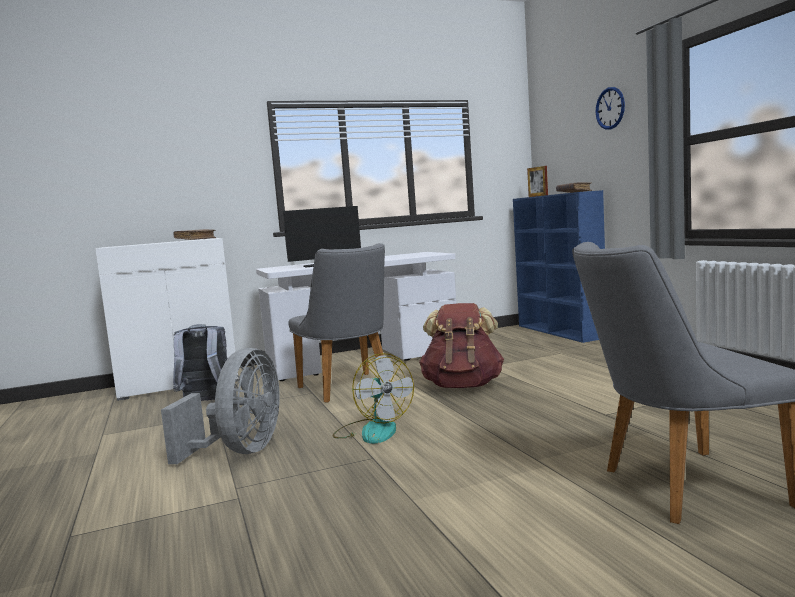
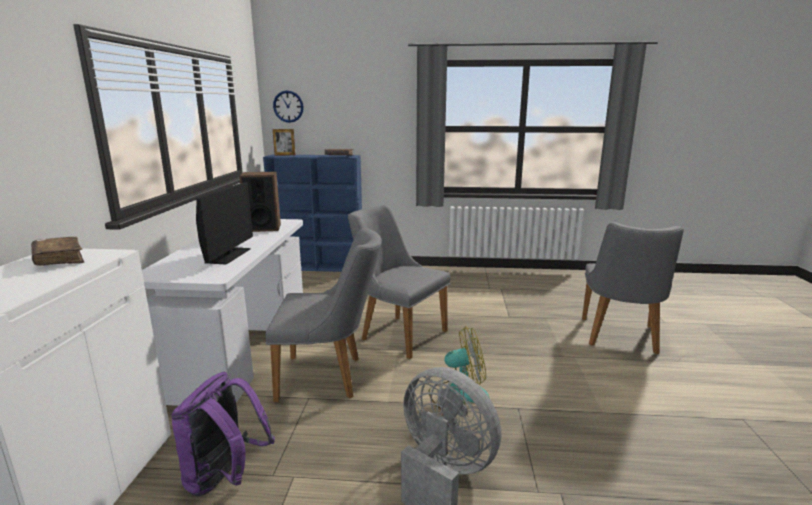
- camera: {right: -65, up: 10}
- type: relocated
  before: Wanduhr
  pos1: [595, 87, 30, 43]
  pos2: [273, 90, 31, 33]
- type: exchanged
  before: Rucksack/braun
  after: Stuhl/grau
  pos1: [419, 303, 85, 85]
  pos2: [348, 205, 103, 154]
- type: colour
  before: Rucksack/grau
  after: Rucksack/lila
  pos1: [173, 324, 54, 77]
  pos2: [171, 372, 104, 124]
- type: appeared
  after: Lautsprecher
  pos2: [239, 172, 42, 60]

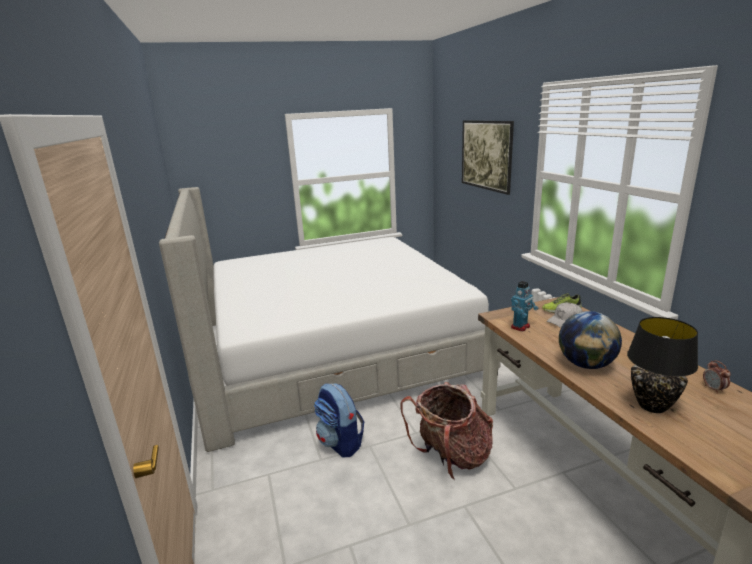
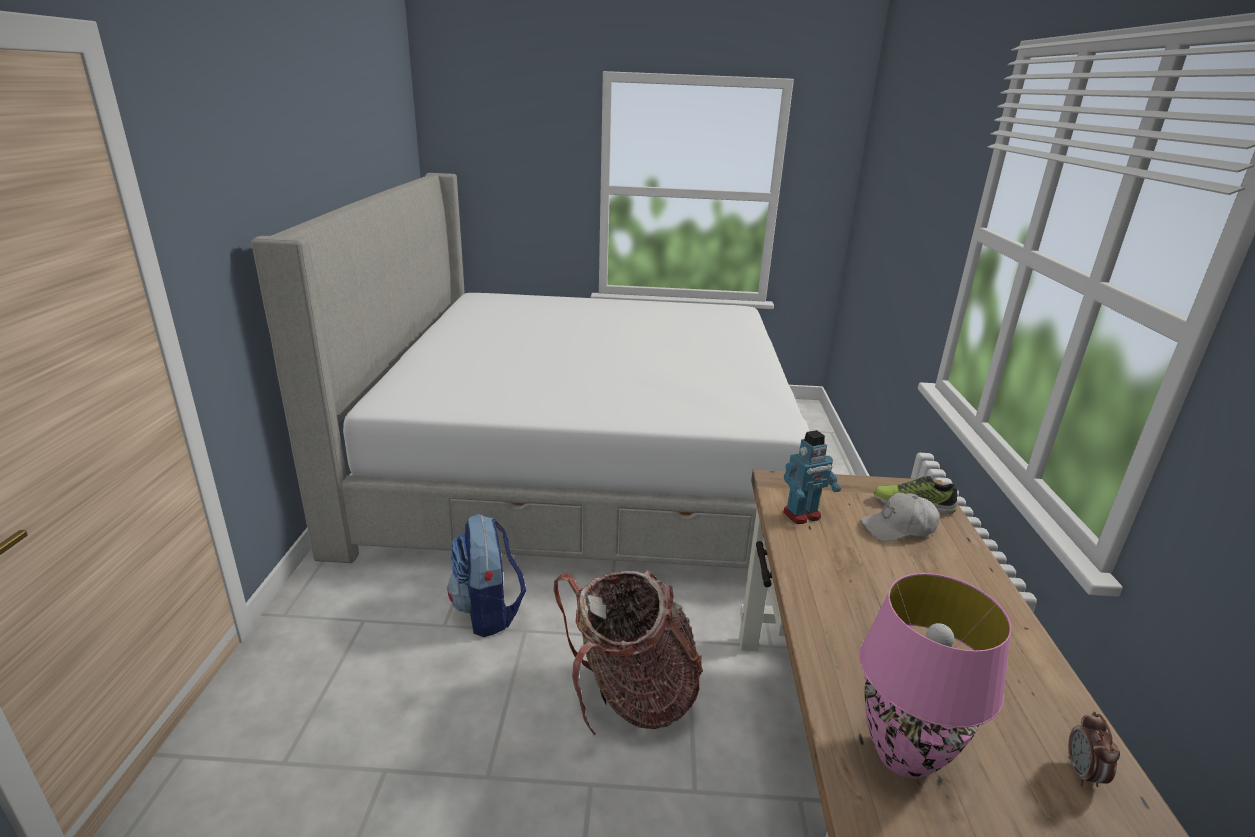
- camera: {right: 20, up: 5}
- type: missing
  before: Bild
  pos1: [462, 120, 52, 75]
- type: missing
  before: Globus
  pos1: [559, 311, 63, 58]
- type: colour
  before: Tischlampe/schwarz
  after: Tischlampe/rosa
  pos1: [627, 317, 71, 96]
  pos2: [859, 573, 153, 206]

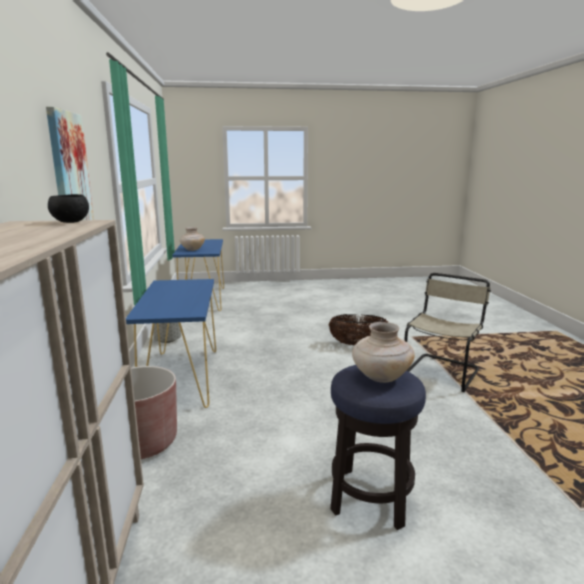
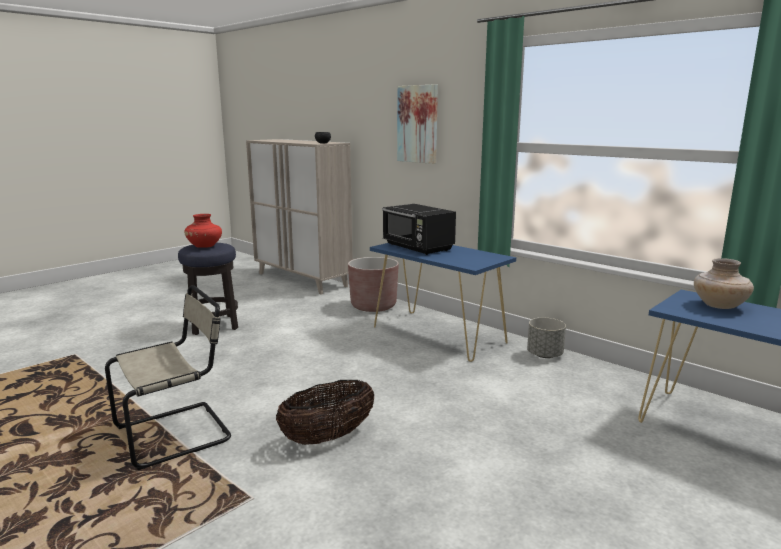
- camera: {right: 140, up: 0}
- type: spun
  before: Stuhl/beige
  pos1: [404, 273, 87, 119]
  pos2: [105, 285, 126, 185]
  turn: -120
- type: colour
  before: Vase/beige
  after: Vase/rot
  pos1: [352, 322, 63, 61]
  pos2: [184, 214, 38, 34]
- type: appeared
  after: Mikrowelle/schwarz
  pos2: [382, 204, 74, 51]

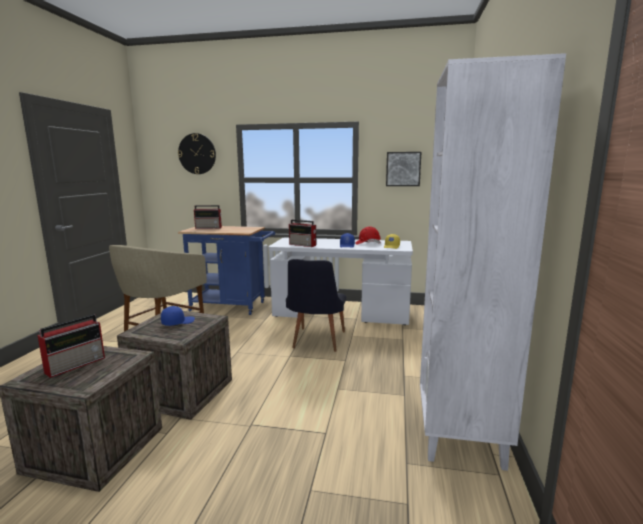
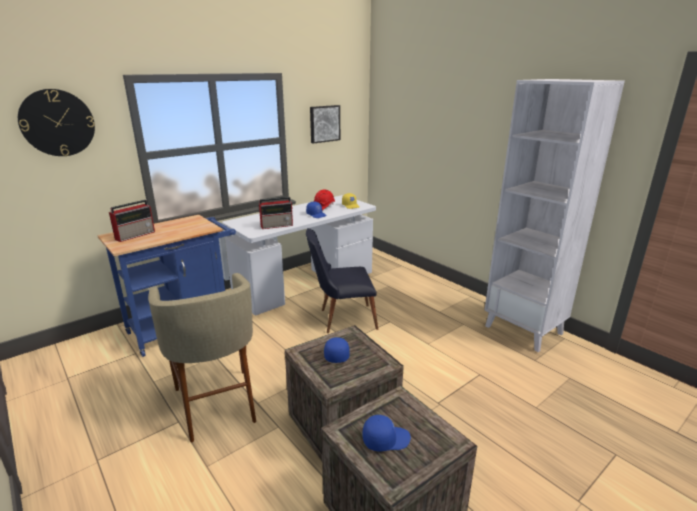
- camera: {right: -50, up: 10}
- type: spun
  before: Stuhl/schwarz
  pos1: [286, 259, 61, 93]
  pos2: [306, 228, 72, 105]
  turn: 120
- type: exchanged
  before: Radio
  after: Kappe/blau
  pos1: [37, 314, 68, 64]
  pos2: [362, 415, 49, 37]

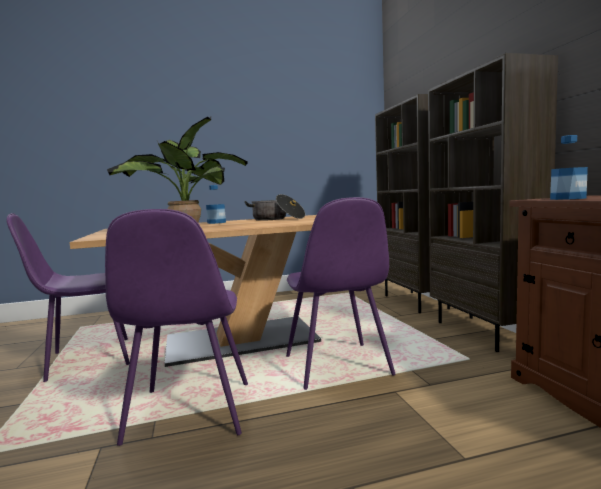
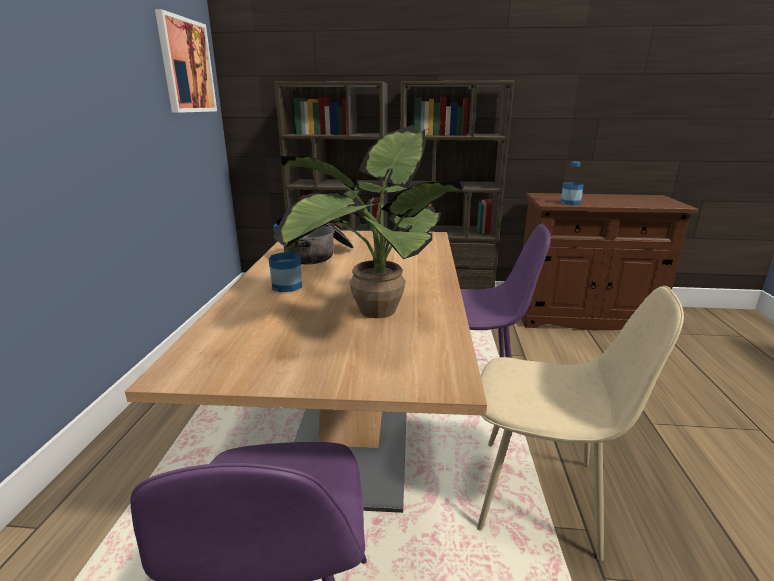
- camera: {right: -70, up: 15}
- type: colour
  before: Stuhl/lila
  after: Stuhl/beige
  pos1: [105, 209, 143, 237]
  pos2: [477, 286, 207, 275]
- type: appeared
  after: Bild
  pos2: [155, 9, 62, 104]

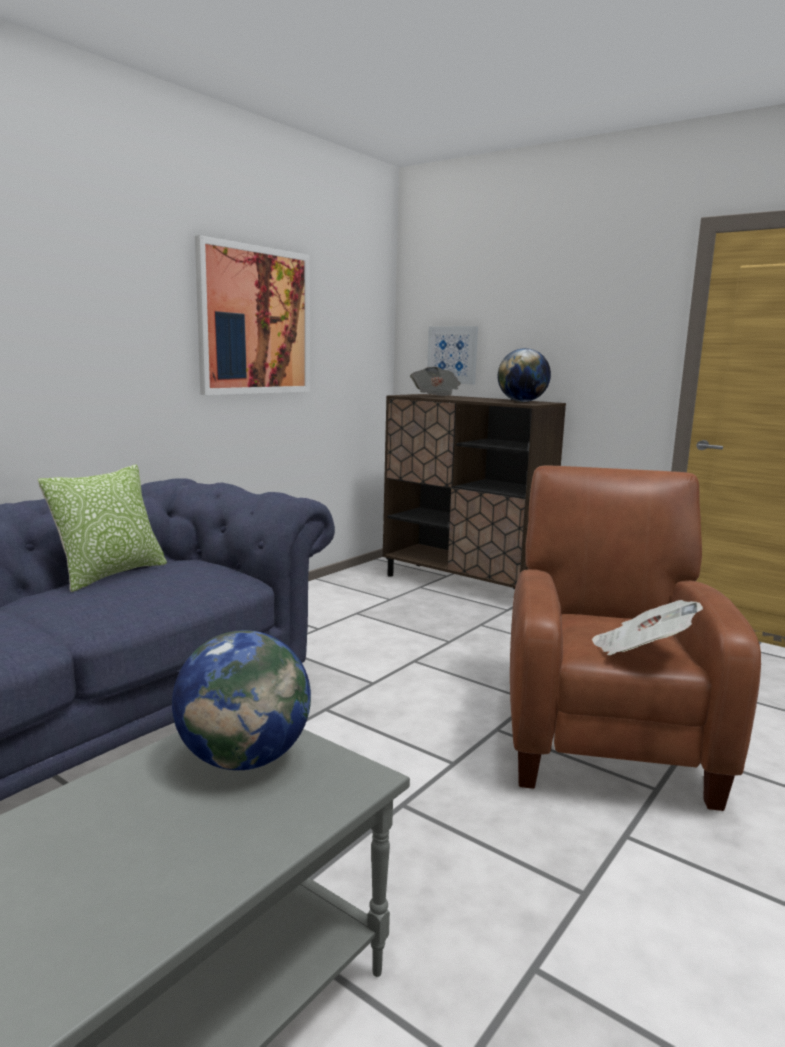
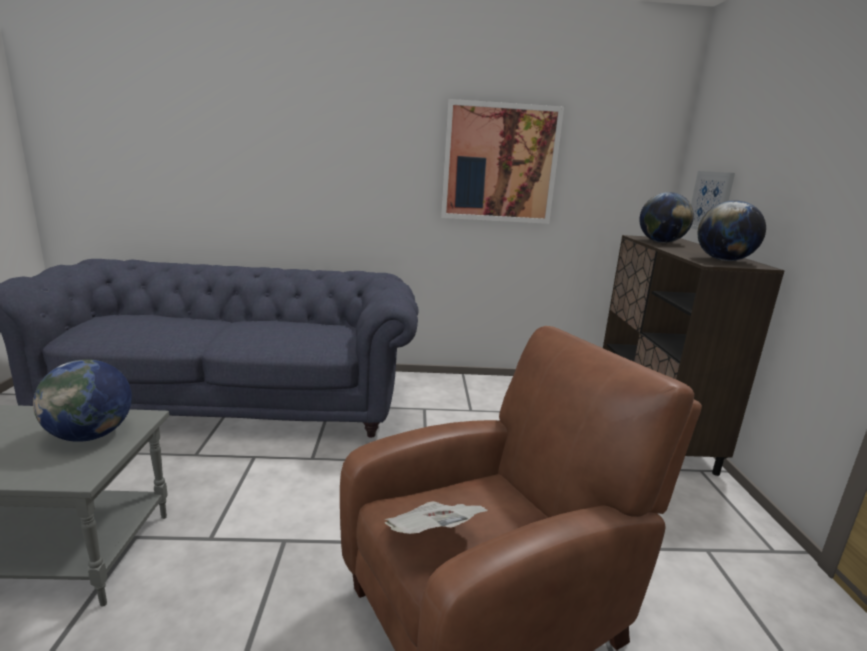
- camera: {right: 50, up: 5}
- type: exchanged
  before: Zeitung
  after: Globus
  pos1: [410, 367, 51, 29]
  pos2: [639, 192, 55, 51]
- type: missing
  before: Kissen
  pos1: [38, 464, 129, 128]

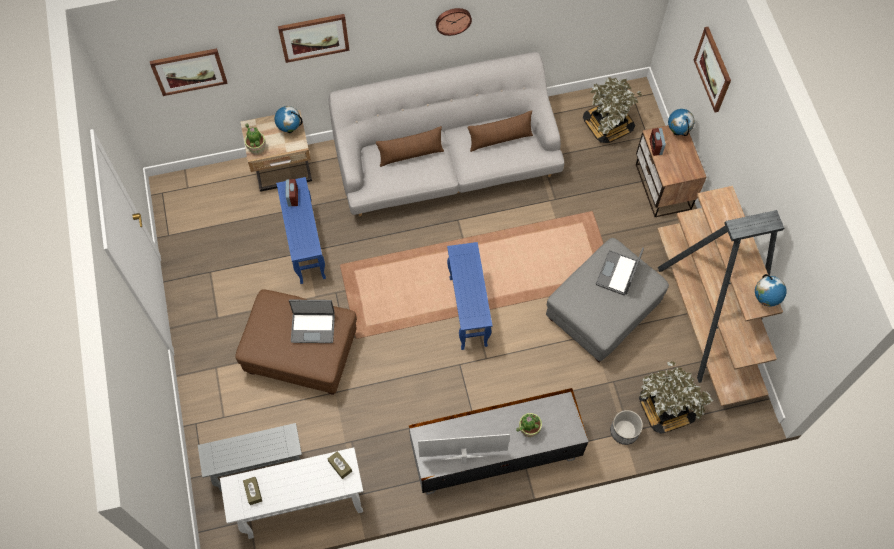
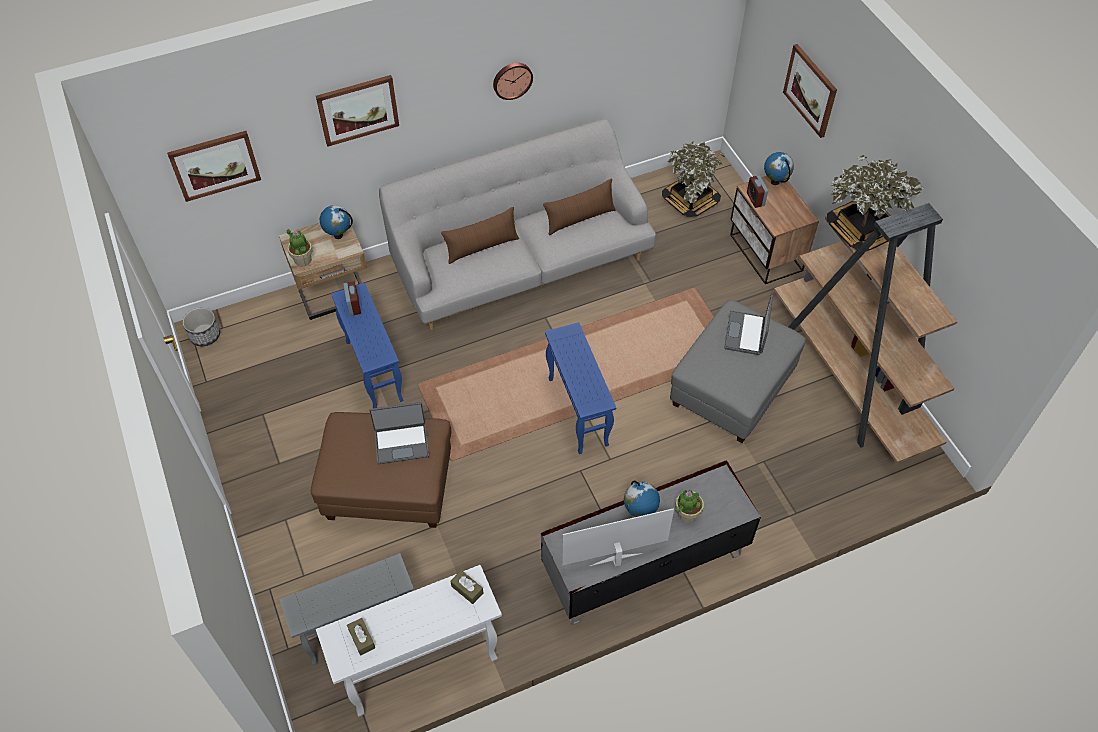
- camera: {right: -10, up: -10}
- type: relocated
  before: Globus
  pos1: [755, 274, 31, 32]
  pos2: [624, 480, 36, 37]
- type: relocated
  before: Topfpflanze
  pos1: [639, 361, 74, 73]
  pos2: [827, 155, 97, 96]
- type: relocated
  before: Pflanzkübel
  pos1: [610, 410, 33, 35]
  pos2: [182, 308, 38, 38]

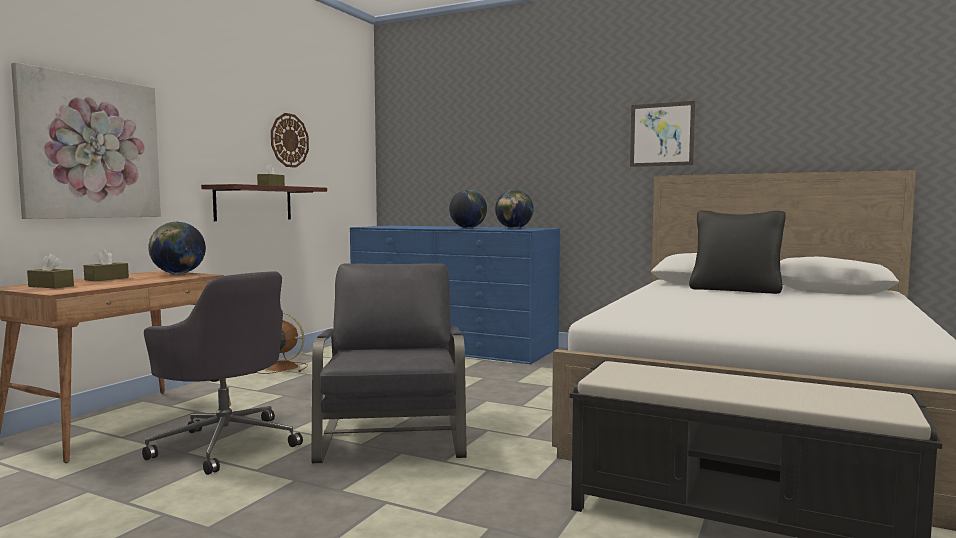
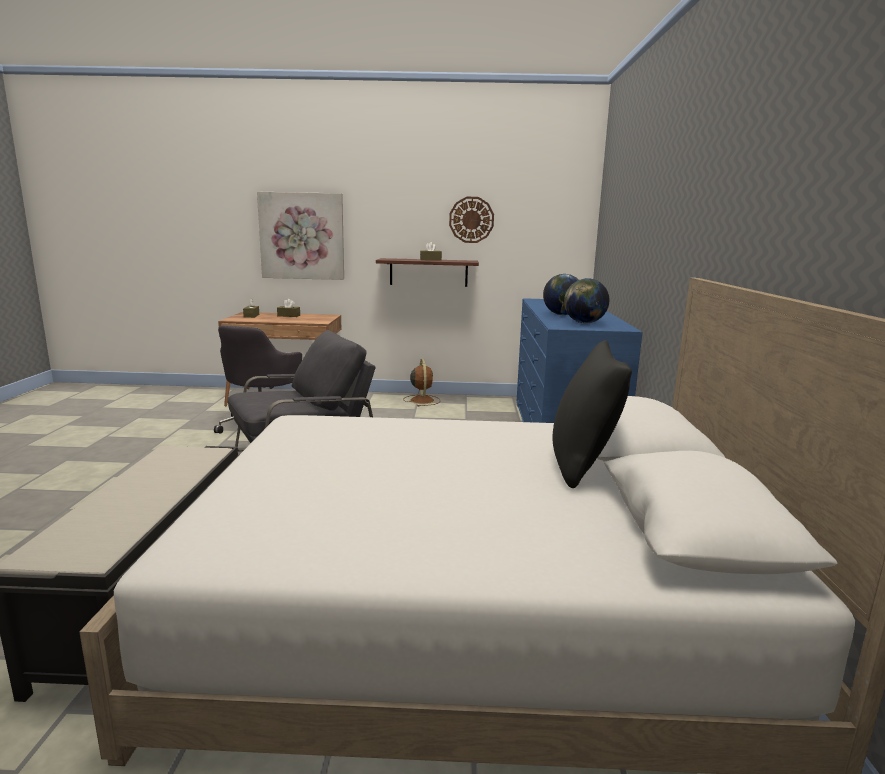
- camera: {right: 65, up: 10}
- type: missing
  before: Bild
  pos1: [630, 101, 65, 66]
- type: missing
  before: Globus
  pos1: [148, 222, 58, 52]

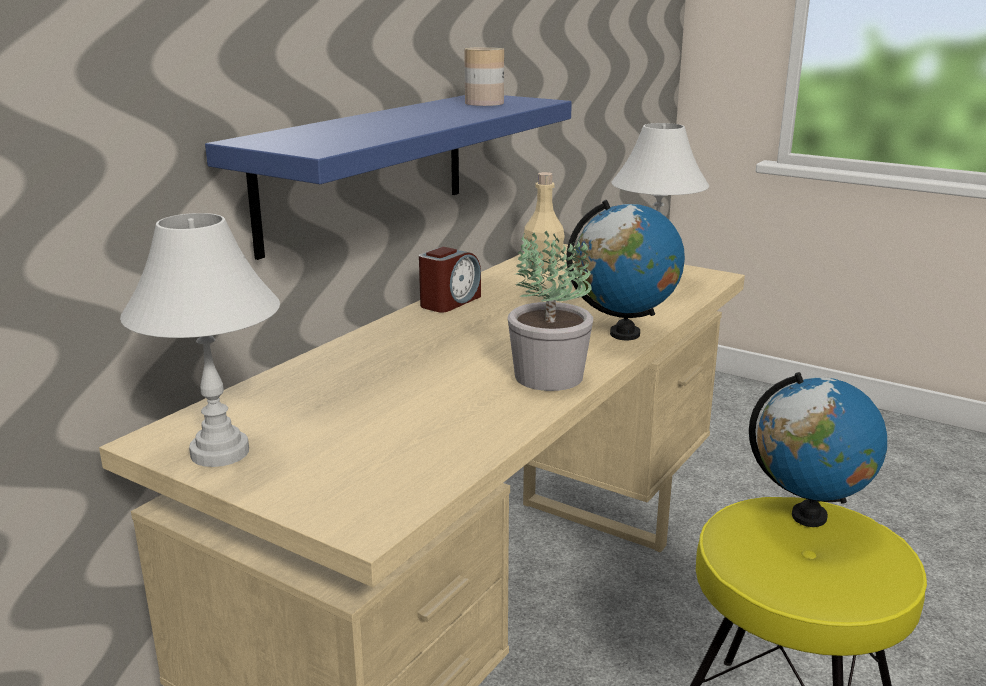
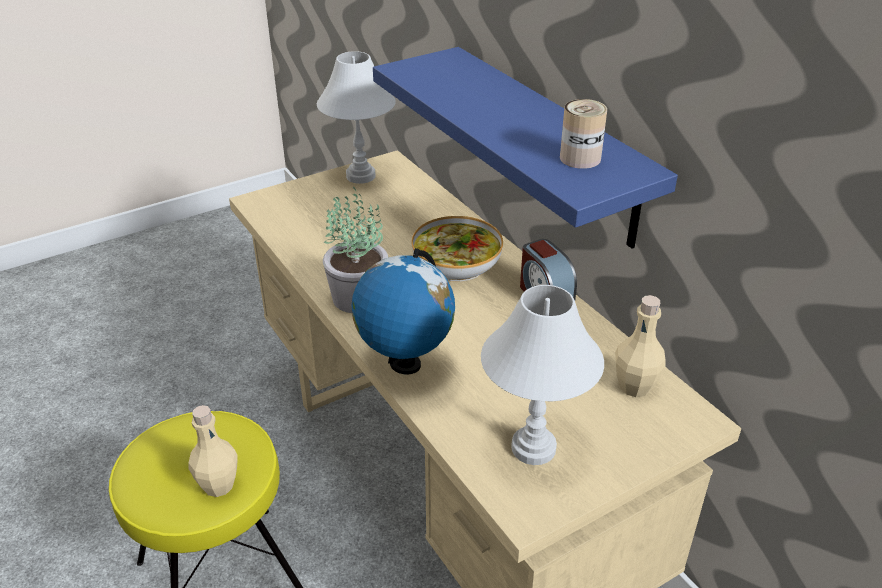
- camera: {right: 115, up: 15}
- type: exchanged
  before: Globus
  after: Flasche/beige
  pos1: [749, 372, 138, 155]
  pos2: [188, 405, 50, 92]
- type: appeared
  after: Schüssel
  pos2: [412, 216, 91, 66]

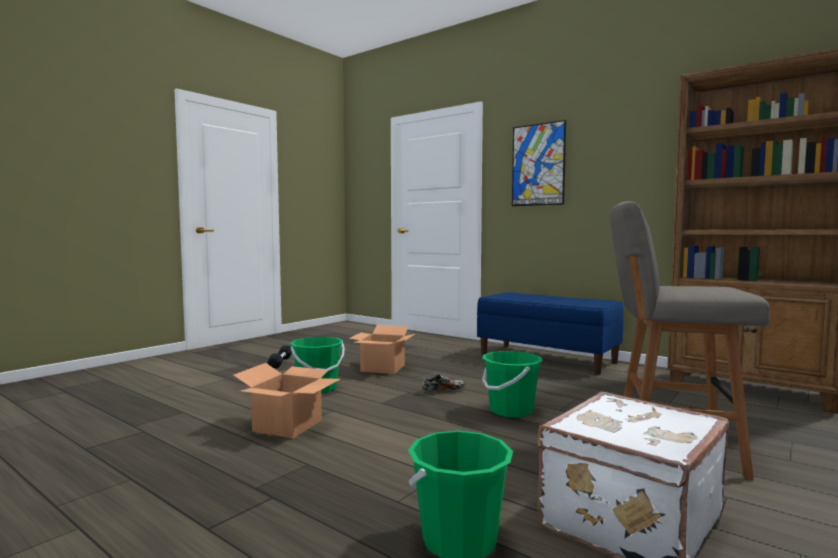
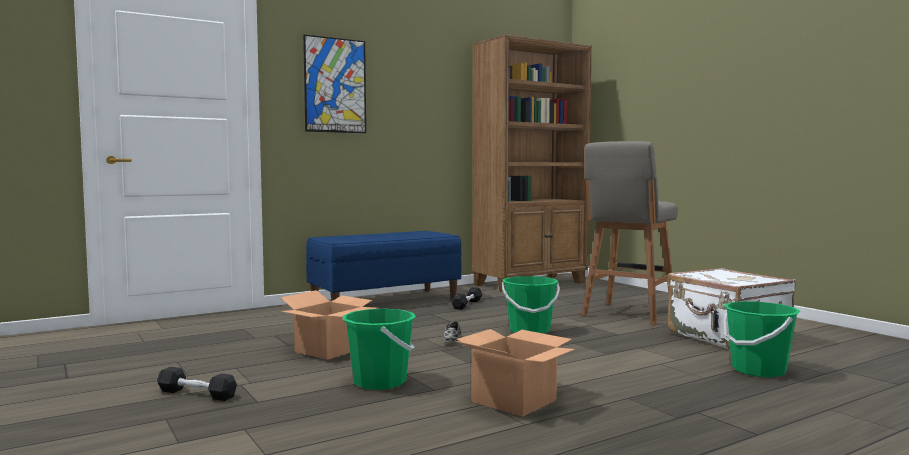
- camera: {right: -70, up: 0}
- type: appeared
  after: Hantel/schwarz
  pos2: [451, 287, 32, 23]

